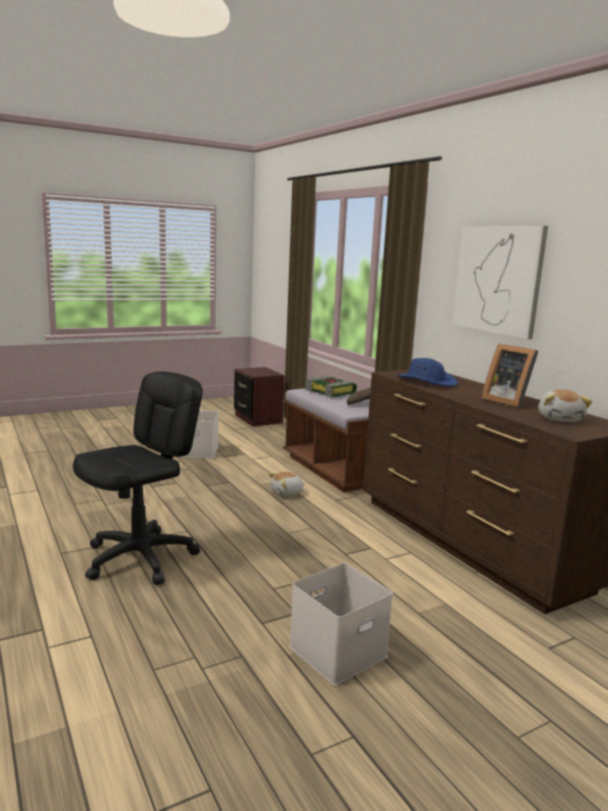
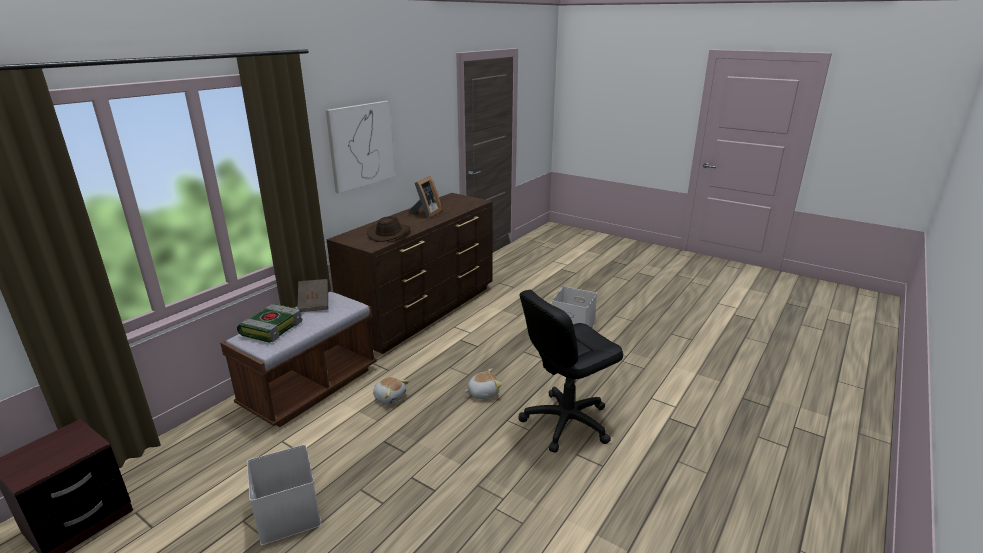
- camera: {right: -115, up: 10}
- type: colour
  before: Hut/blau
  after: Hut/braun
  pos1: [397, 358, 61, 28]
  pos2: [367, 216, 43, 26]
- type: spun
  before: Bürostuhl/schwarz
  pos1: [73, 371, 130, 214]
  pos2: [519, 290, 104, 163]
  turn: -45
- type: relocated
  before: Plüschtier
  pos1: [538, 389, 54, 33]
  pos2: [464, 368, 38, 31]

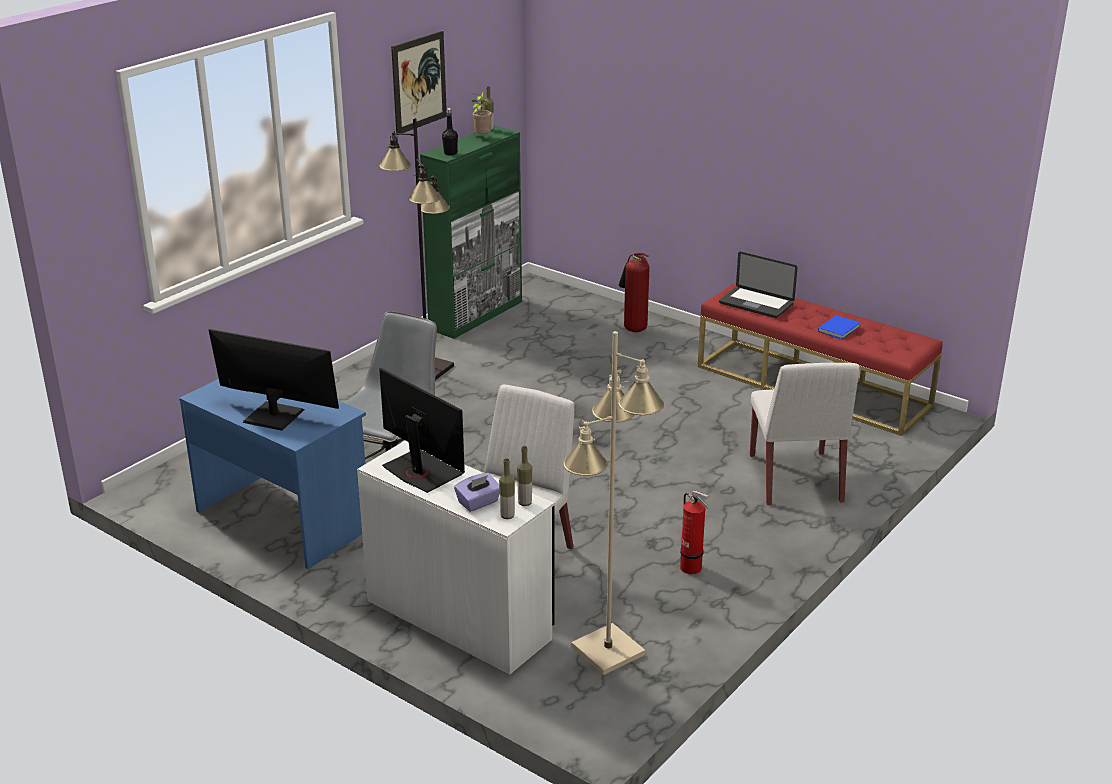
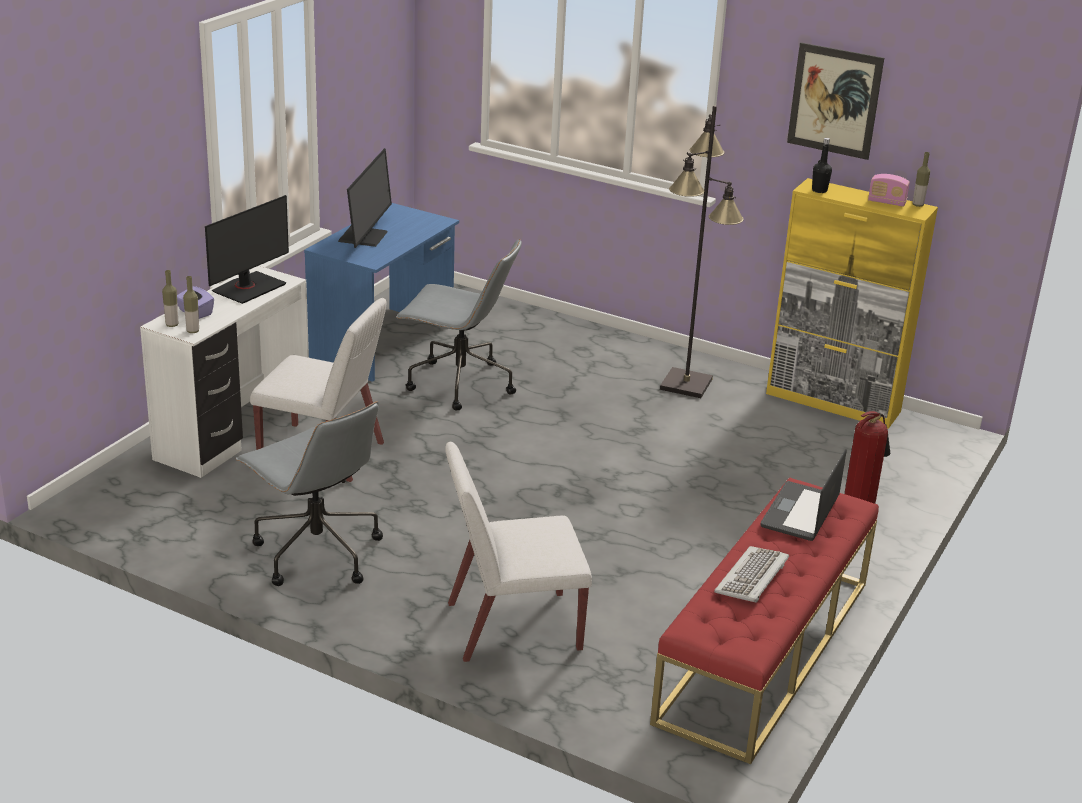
- camera: {right: 80, up: 0}
- type: exchanged
  before: Topfpflanze
  after: Radio
  pos1: [472, 92, 20, 42]
  pos2: [868, 174, 42, 33]
- type: colour
  before: Schrank/grün
  after: Schrank/gelb
  pos1: [420, 126, 102, 213]
  pos2: [766, 178, 172, 251]
- type: exchanged
  before: Buch/blau
  after: Tastatur
  pos1: [818, 315, 43, 25]
  pos2: [714, 546, 75, 57]
- type: missing
  before: Stehlampe/beige
  pos1: [563, 331, 101, 344]
- type: exchanged
  before: Feuerlöscher
  after: Bürostuhl/grau
  pos1: [680, 491, 30, 83]
  pos2: [236, 401, 147, 185]

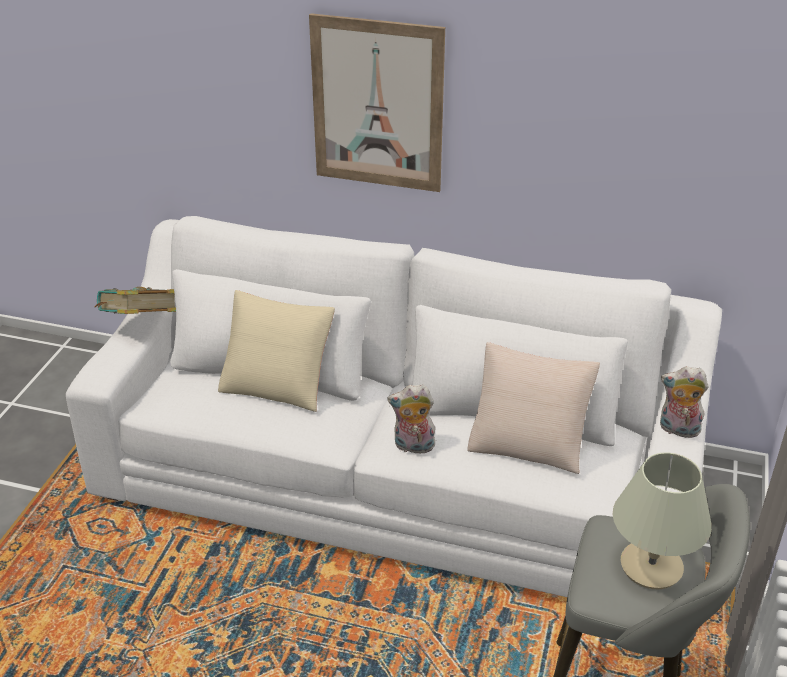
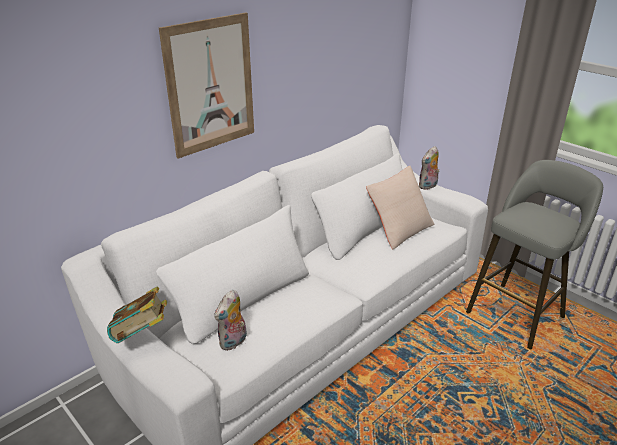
- camera: {right: -60, up: -5}
- type: missing
  before: Kissen/beige
  pos1: [218, 290, 117, 122]
- type: relocated
  before: Plüschtier
  pos1: [387, 385, 48, 69]
  pos2: [214, 290, 33, 61]
- type: missing
  before: Tischlampe/beige
  pos1: [613, 452, 99, 137]

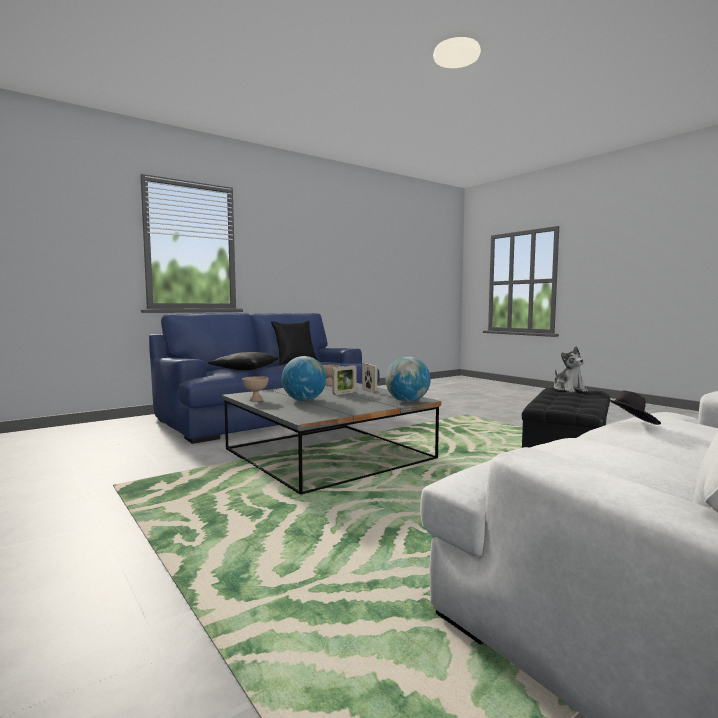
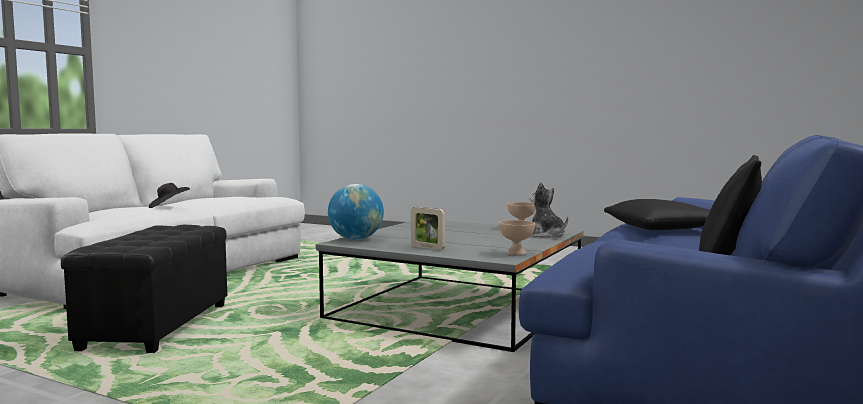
- camera: {right: 155, up: 0}
- type: relocated
  before: Plüschtier
  pos1: [554, 346, 34, 46]
  pos2: [529, 182, 39, 56]
- type: missing
  before: Globus
  pos1: [282, 356, 44, 45]
- type: missing
  before: Bilderrahmen
  pos1: [332, 365, 24, 30]

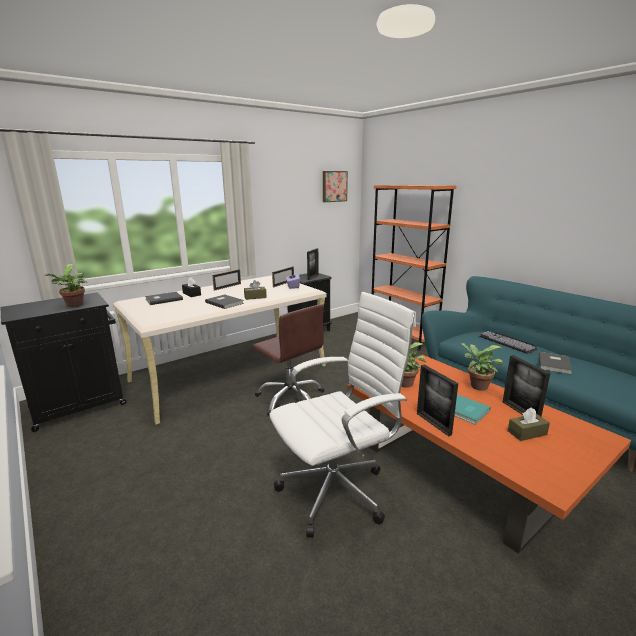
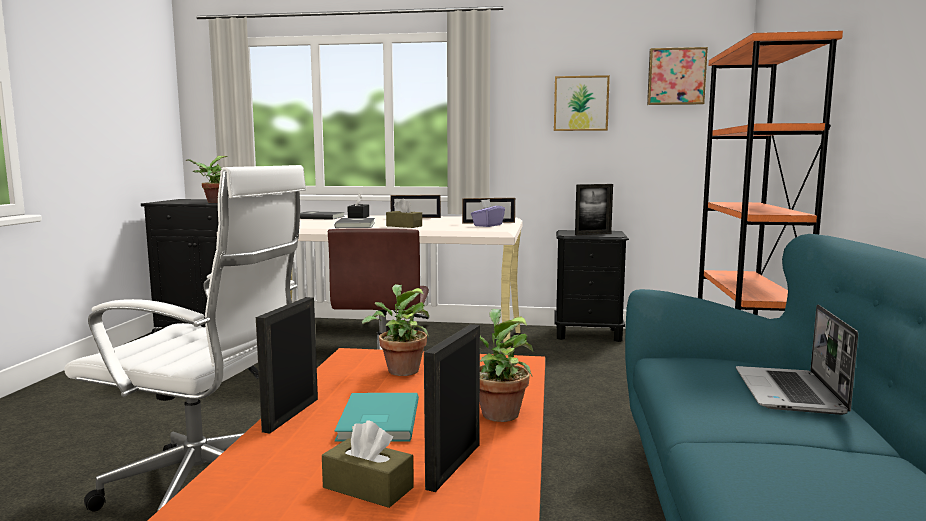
- camera: {right: 45, up: -10}
- type: exchanged
  before: Tastatur
  after: Laptop
  pos1: [478, 331, 59, 22]
  pos2: [736, 304, 122, 111]
- type: missing
  before: Buch/grau
  pos1: [539, 352, 33, 23]
- type: appeared
  after: Bild
  pos2: [554, 75, 56, 56]

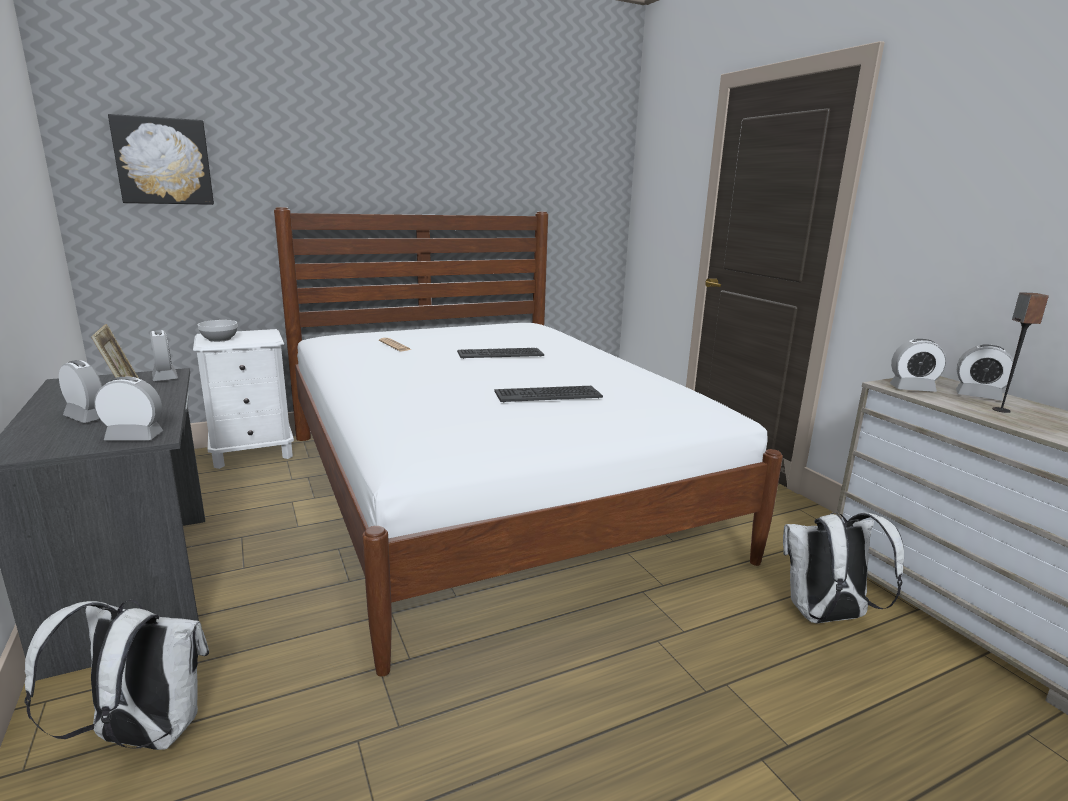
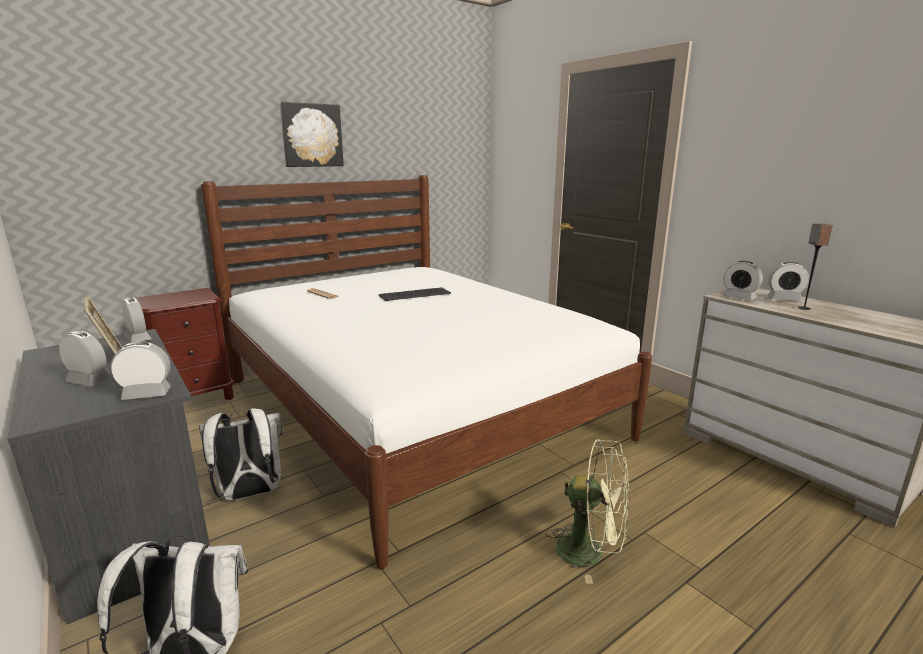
- camera: {right: -10, up: 0}
- type: relocated
  before: Bild
  pos1: [108, 114, 106, 91]
  pos2: [279, 102, 65, 65]
- type: missing
  before: Schüssel
  pos1: [198, 320, 39, 22]
- type: colour
  before: Nachttisch/weiß
  after: Nachttisch/braun
  pos1: [193, 329, 101, 140]
  pos2: [136, 288, 98, 112]
- type: spun
  before: Wecker
  pos1: [890, 339, 57, 53]
  pos2: [723, 261, 40, 40]
  turn: 45
- type: missing
  before: Tastatur
  pos1: [494, 386, 109, 17]
- type: relocated
  before: Rucksack/weiß
  pos1: [783, 512, 121, 111]
  pos2: [199, 408, 83, 92]
- type: appeared
  after: Ventilator/grün
  pos2: [545, 439, 84, 145]

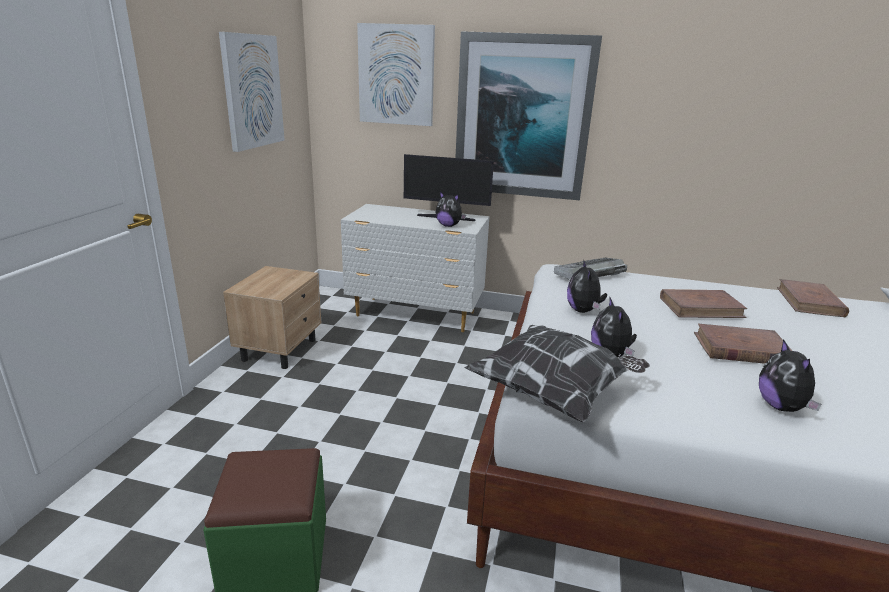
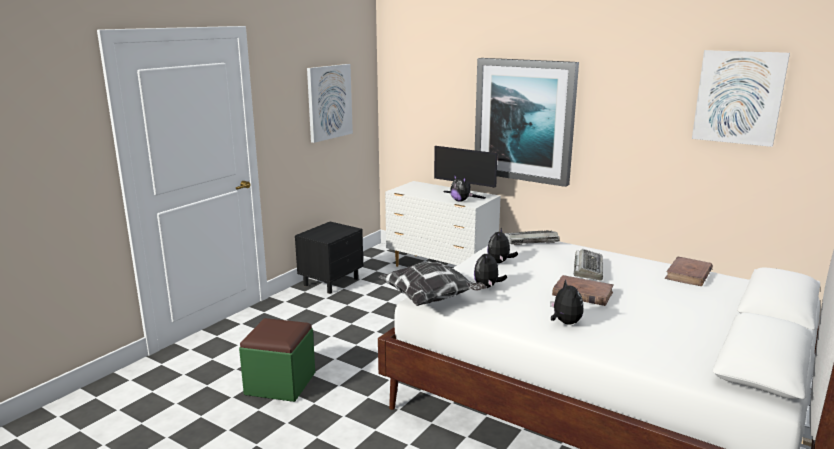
- camera: {right: 20, up: -5}
- type: relocated
  before: Bild
  pos1: [357, 23, 78, 103]
  pos2: [692, 50, 98, 97]
- type: colour
  before: Nachttisch/beige
  after: Nachttisch/schwarz
  pos1: [223, 266, 99, 103]
  pos2: [295, 222, 69, 72]
- type: exchanged
  before: Buch/braun
  after: Tastatur
  pos1: [660, 289, 87, 29]
  pos2: [574, 249, 29, 32]
- type: spun
  before: Plüschtier
  pos1: [759, 339, 63, 73]
  pos2: [551, 279, 32, 46]
  turn: 150

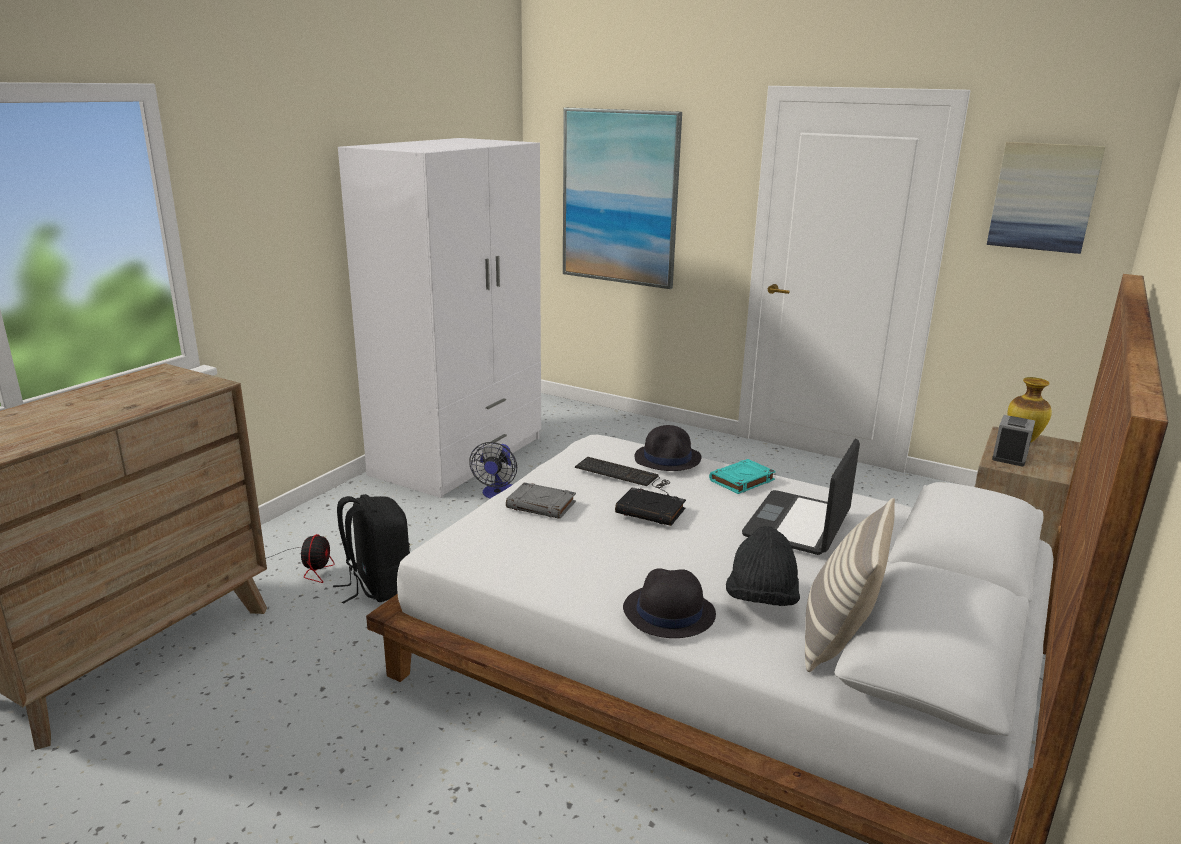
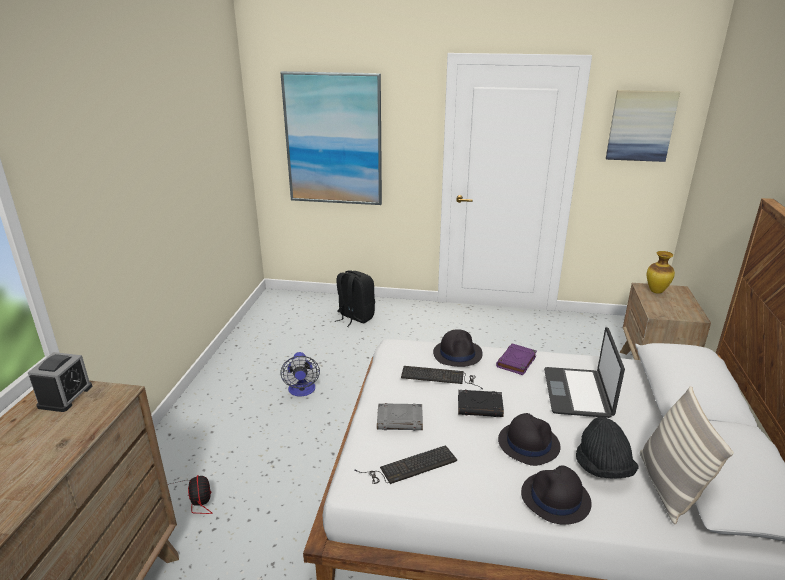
- camera: {right: -20, up: 5}
- type: missing
  before: Kleiderschrank/weiß
  pos1: [338, 138, 203, 360]
- type: relocated
  before: Wecker
  pos1: [992, 415, 43, 51]
  pos2: [28, 352, 64, 60]
- type: colour
  before: Buch/türkis
  after: Buch/lila
  pos1: [709, 459, 67, 35]
  pos2: [496, 344, 41, 31]
- type: relocated
  before: Rucksack/schwarz
  pos1: [333, 494, 77, 110]
  pos2: [335, 270, 40, 57]
- type: appeared
  after: Hut/schwarz
  pos2: [498, 413, 63, 53]
- type: appeared
  after: Tastatur
  pos2: [354, 445, 103, 39]

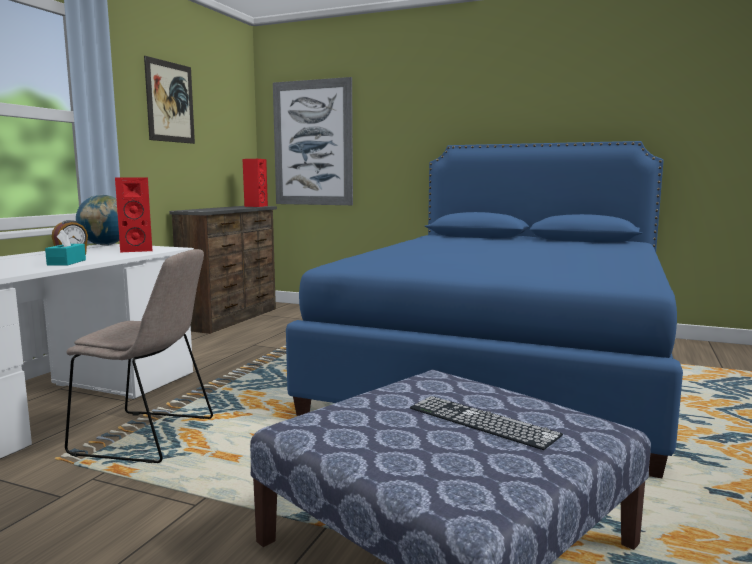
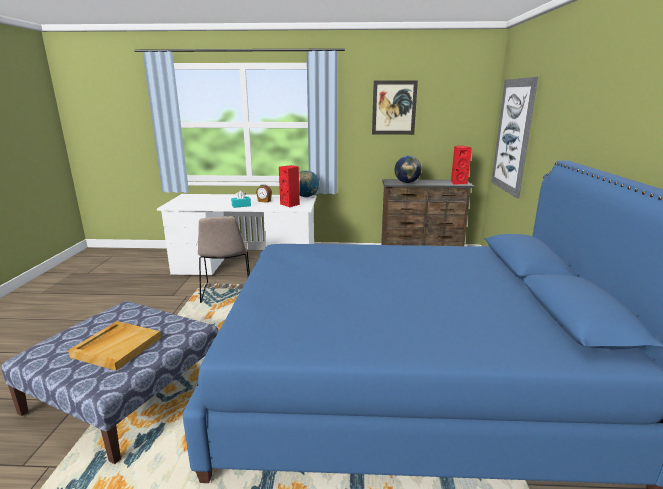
- camera: {right: 70, up: 10}
- type: exchanged
  before: Tastatur
  after: Tablett/beige
  pos1: [410, 396, 153, 54]
  pos2: [68, 321, 93, 50]
- type: appeared
  after: Globus
  pos2: [395, 156, 27, 27]

